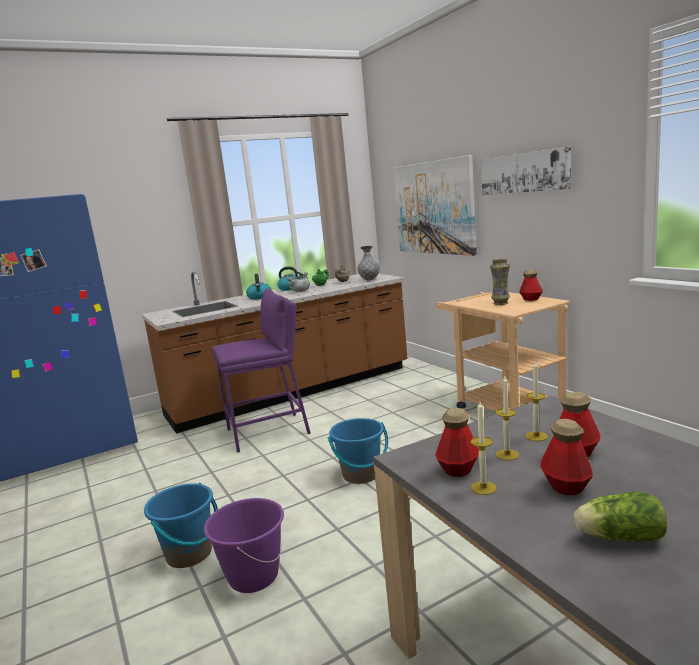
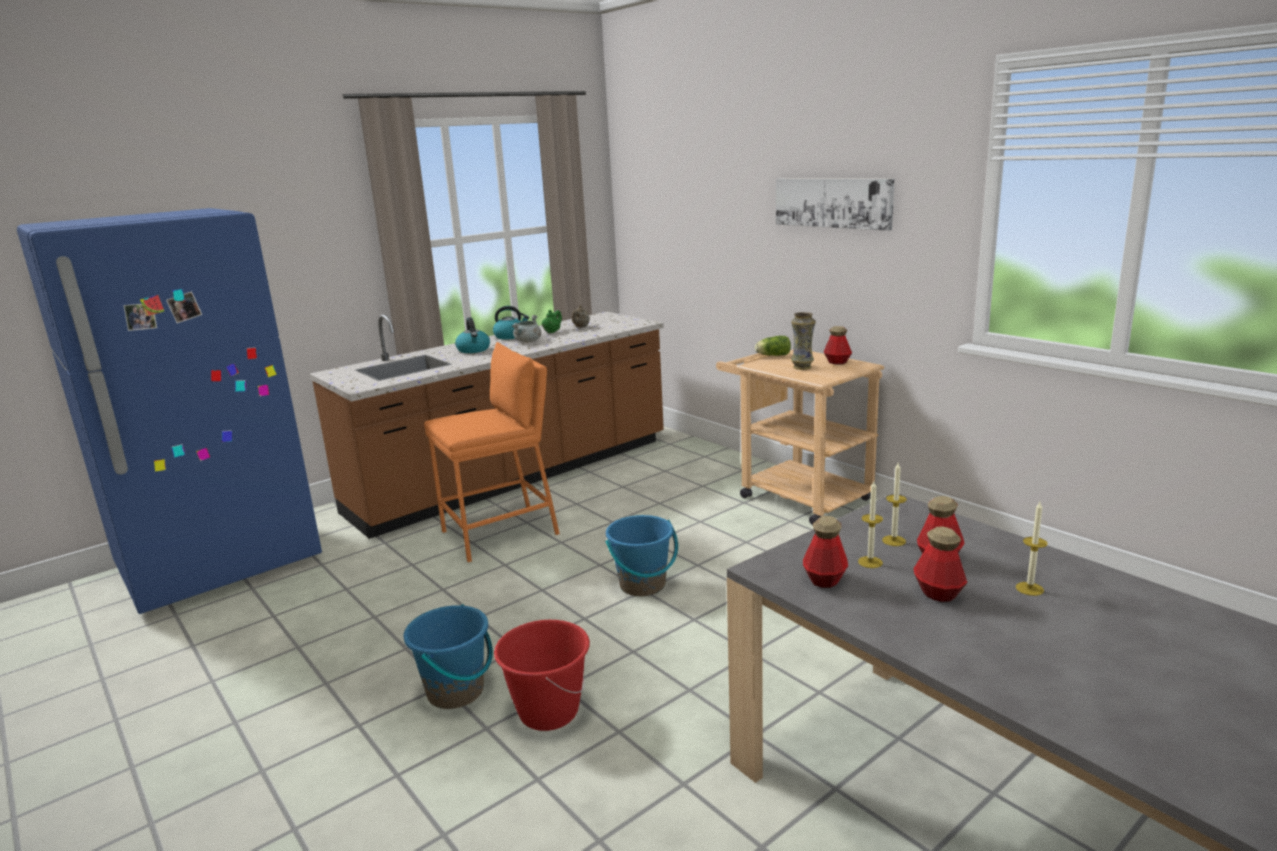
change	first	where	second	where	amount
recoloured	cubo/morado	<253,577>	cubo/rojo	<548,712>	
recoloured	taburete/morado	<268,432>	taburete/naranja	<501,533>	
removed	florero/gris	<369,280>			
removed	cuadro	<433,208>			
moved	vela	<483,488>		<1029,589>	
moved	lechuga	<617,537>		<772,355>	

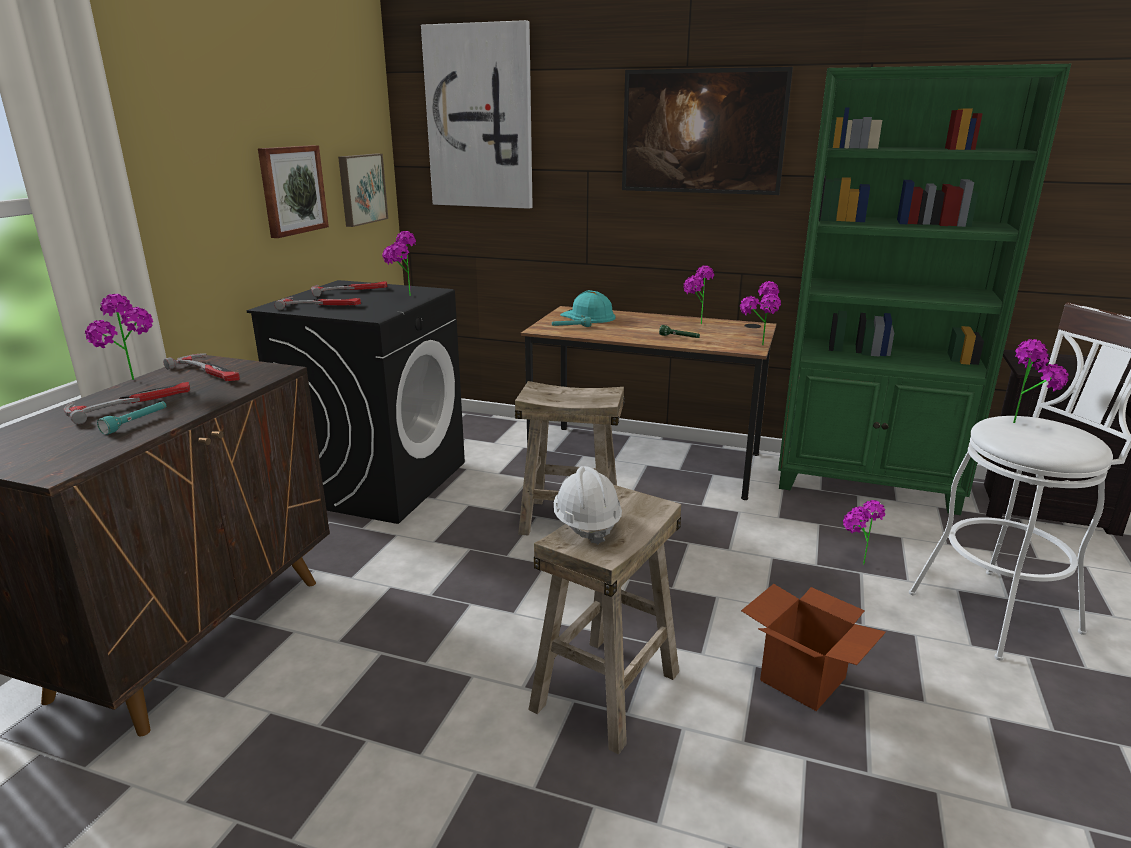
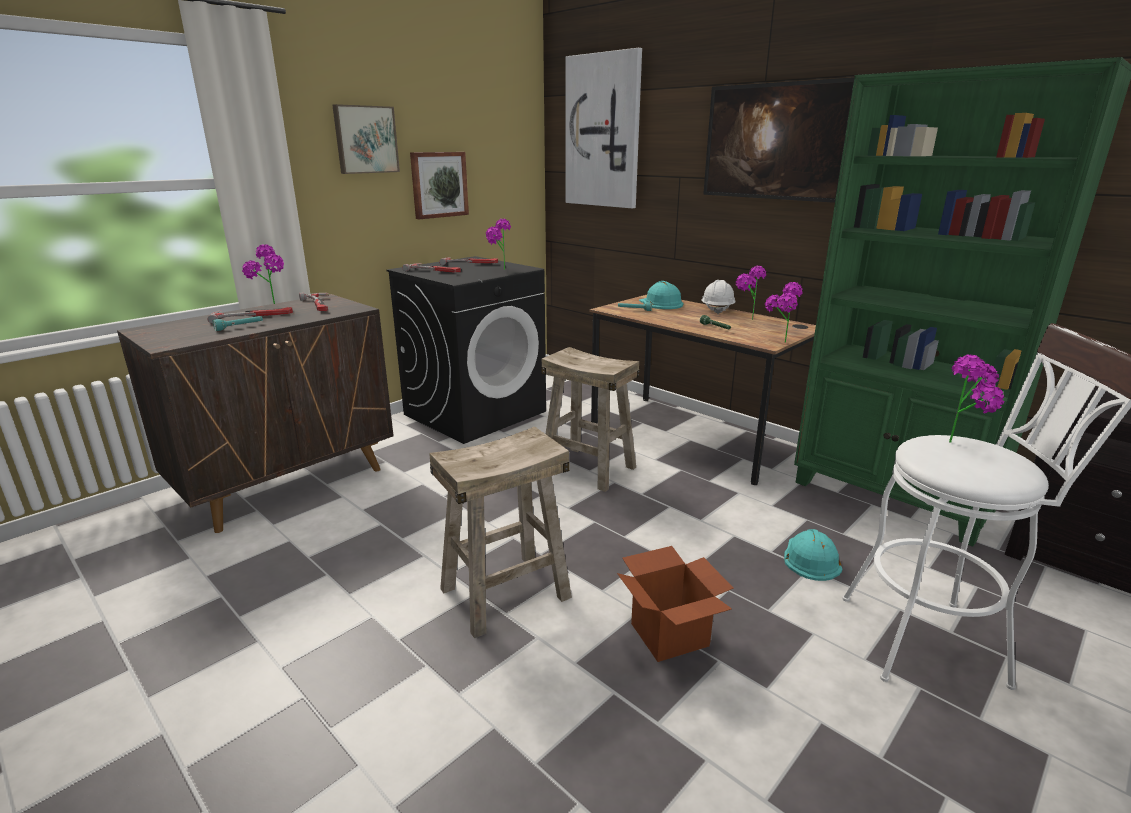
change	first	where	second	where	amount
moved	cuadro	<361,189>		<365,139>	
moved	casco/blanco	<586,524>		<717,309>	
replaced	planta en maceta	<853,562>	casco/turquesa	<810,558>	

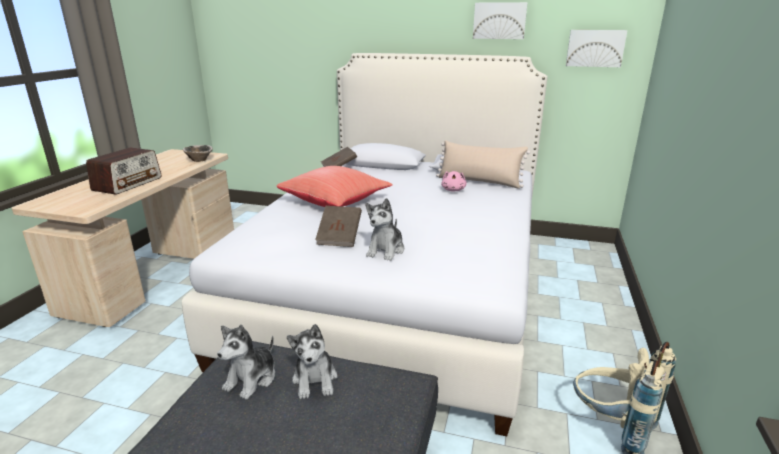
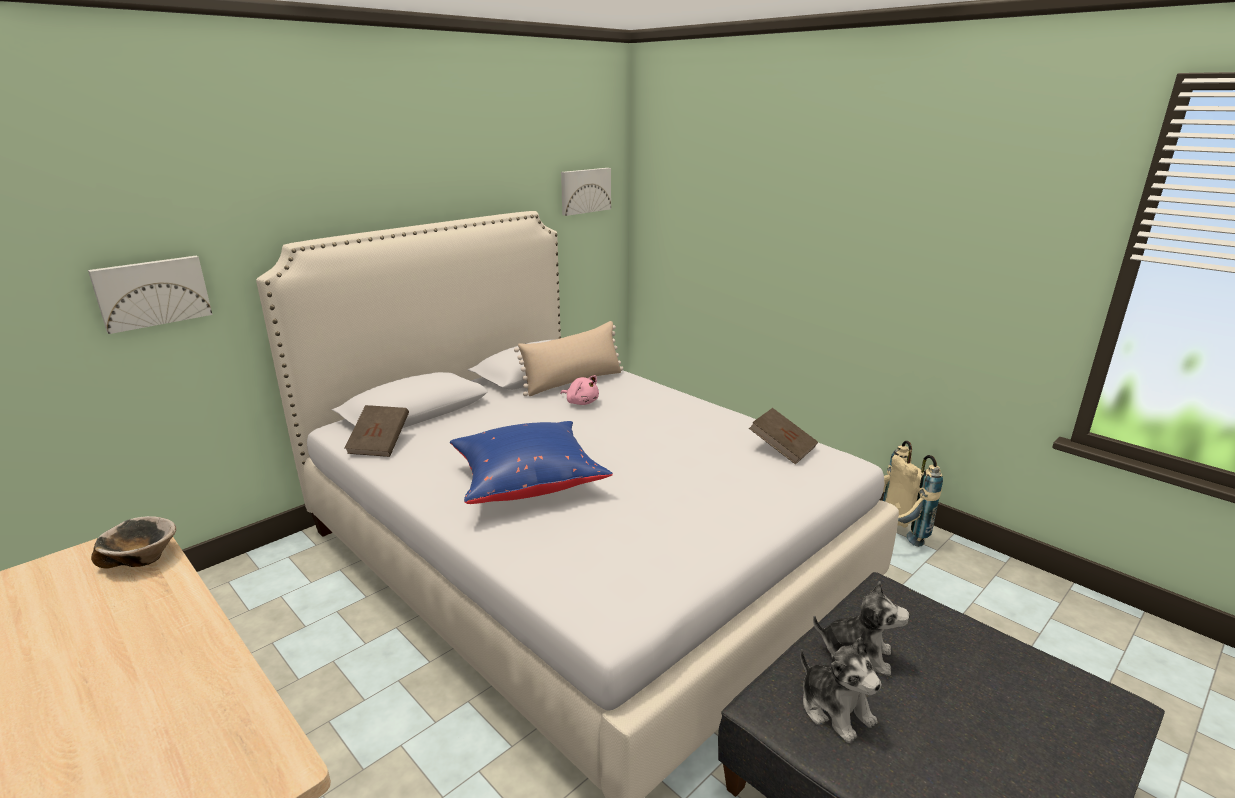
change	first	where	second	where	amount
removed	radio	<128,184>			
recoloured	cojín/rojo	<336,202>	cojín/azul	<527,482>	
moved	libro/marrón	<339,237>		<782,449>	
removed	peluche	<386,250>			
moved	cuadro	<499,20>		<152,292>	

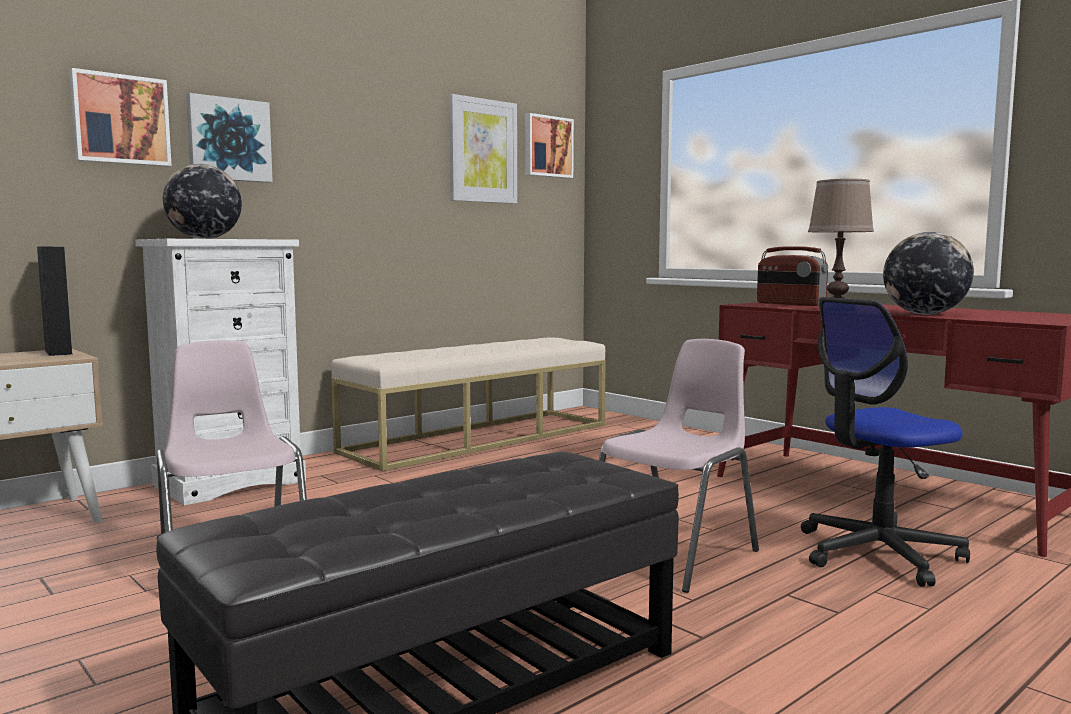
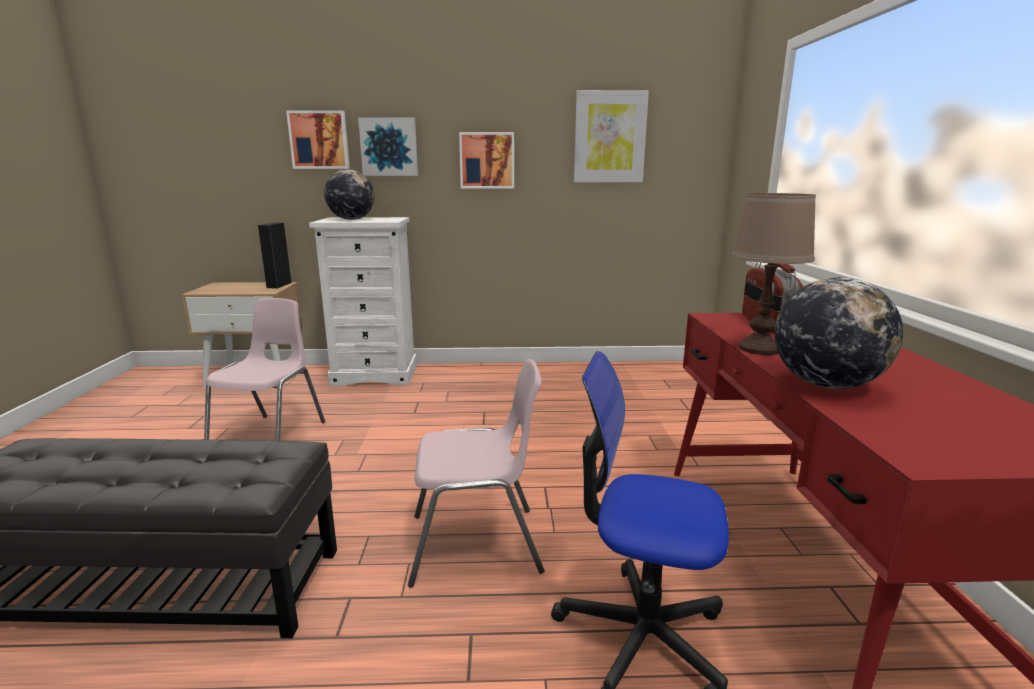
change	first	where	second	where	amount
removed	banco/beis	<479,438>			
moved	cuadro	<547,147>		<487,160>	

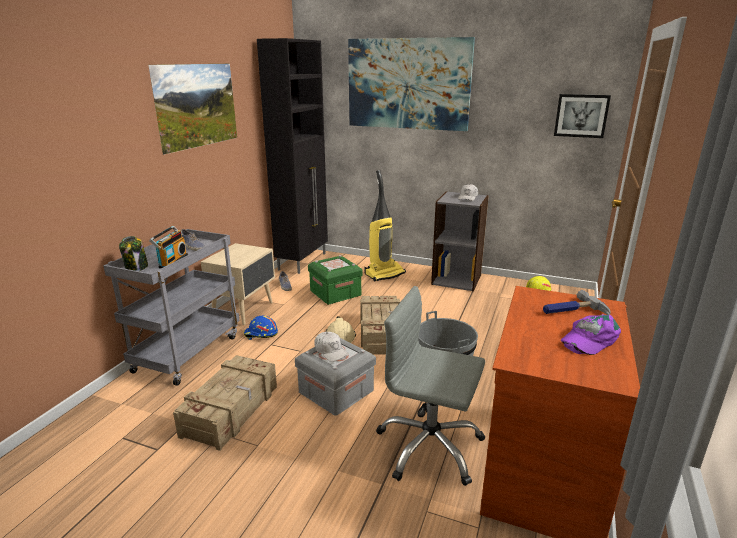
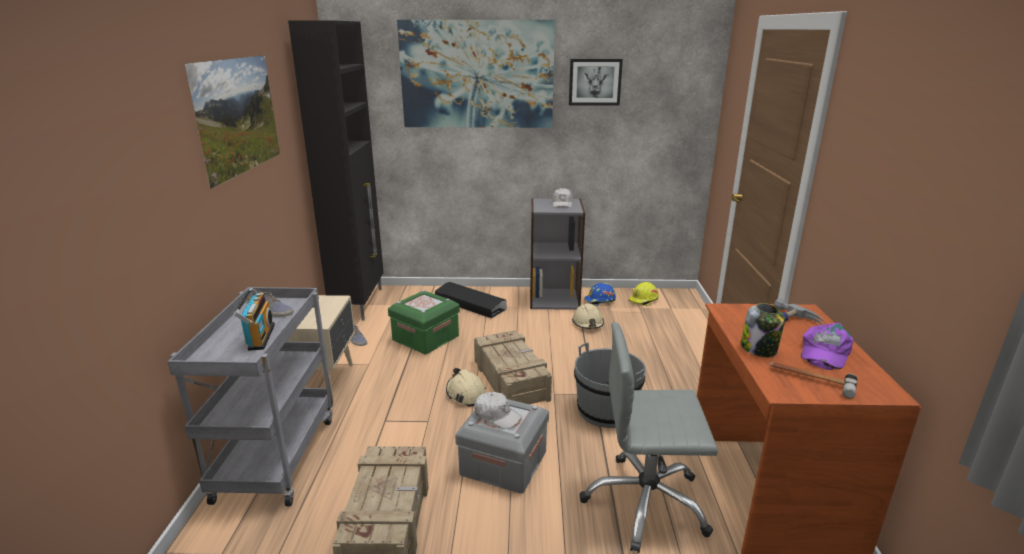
change	first	where	second	where	amount
moved	tarro	<136,268>		<759,349>	
moved	casco/azul	<260,334>		<599,301>	
replaced	aspiradora	<384,274>	caja de almacenaje/negro	<470,304>	
moved	cuadro	<581,115>		<595,82>	
added			casco/beis	<588,323>	
added			martillo	<810,379>	

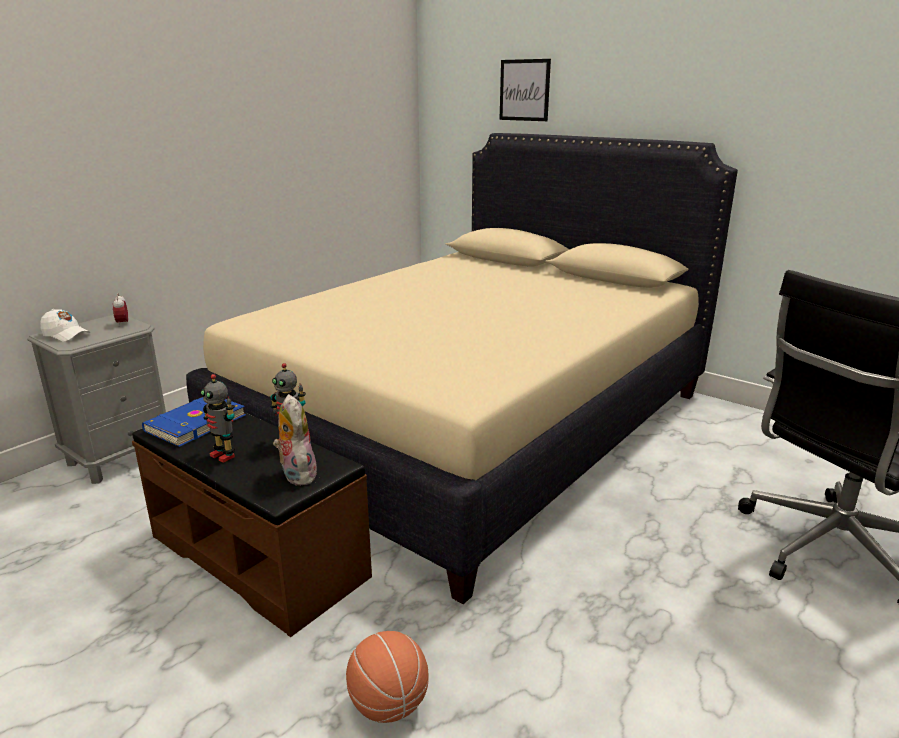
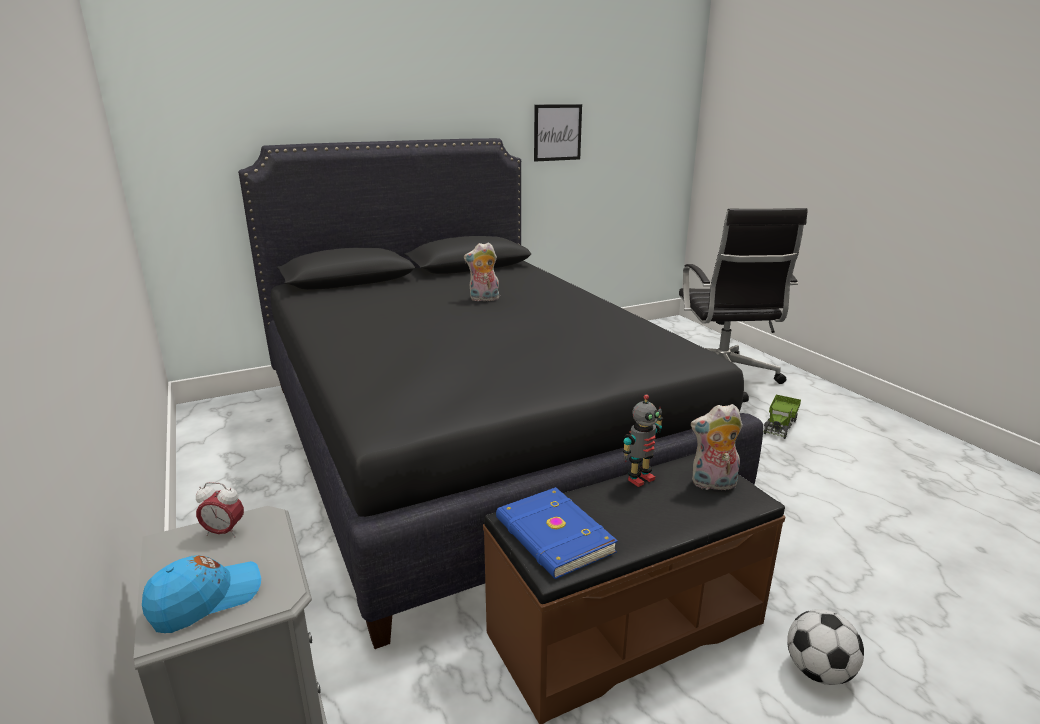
change	first	where	second	where	amount
recoloured	gorra/blanco	<66,335>	gorra/azul	<206,600>	
recoloured	cama/beis	<473,424>	cama/negro	<468,441>	
removed	robot de juguete	<224,455>			
removed	balón de baloncesto	<389,705>			
moved	cuadro	<524,90>		<557,132>	
added			peluche	<483,299>	
added			camión de juguete	<780,424>	
added			balón de fútbol	<818,671>	

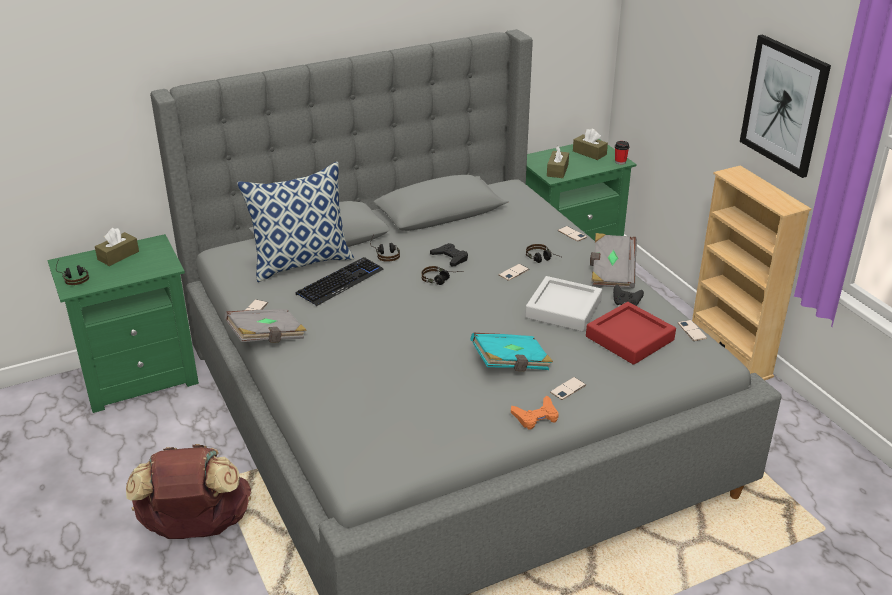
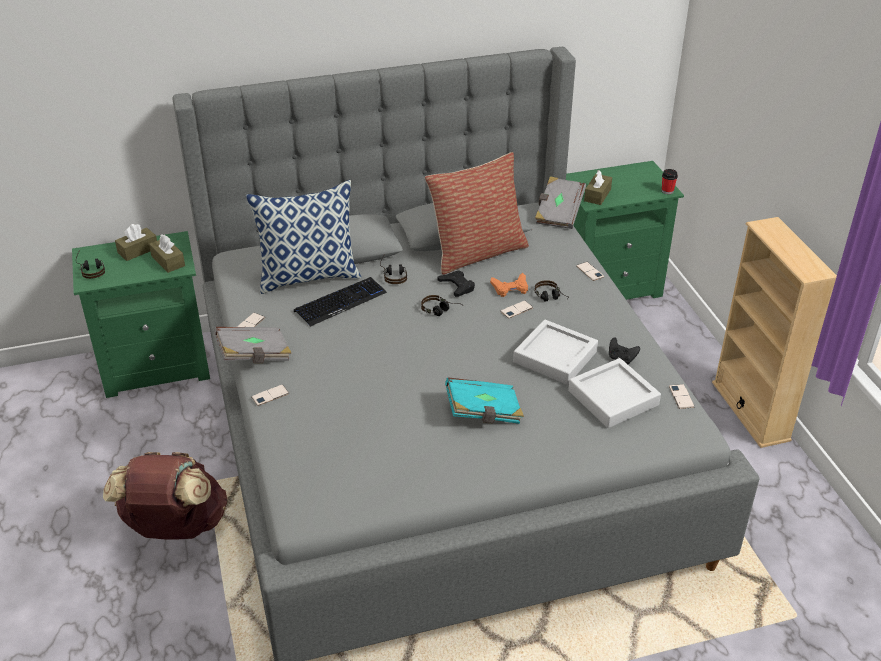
change	first	where	second	where	amount
moved	mando de consola/naranja	<536,417>		<510,288>	
moved	móvil	<568,389>		<270,395>	
moved	caja de pañuelos/marrón	<589,153>		<168,261>	
recoloured	bandeja/rojo	<629,338>	bandeja/gris	<613,398>	
moved	libro/gris	<611,272>		<558,213>	
removed	cuadro	<784,105>			
added			cojín	<477,252>	

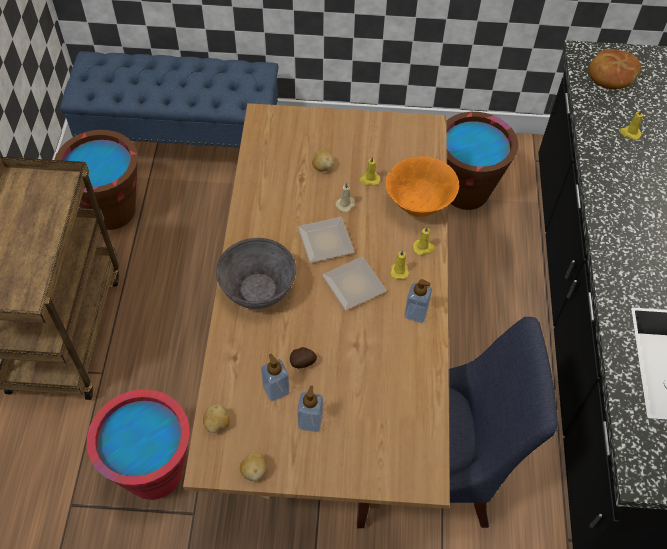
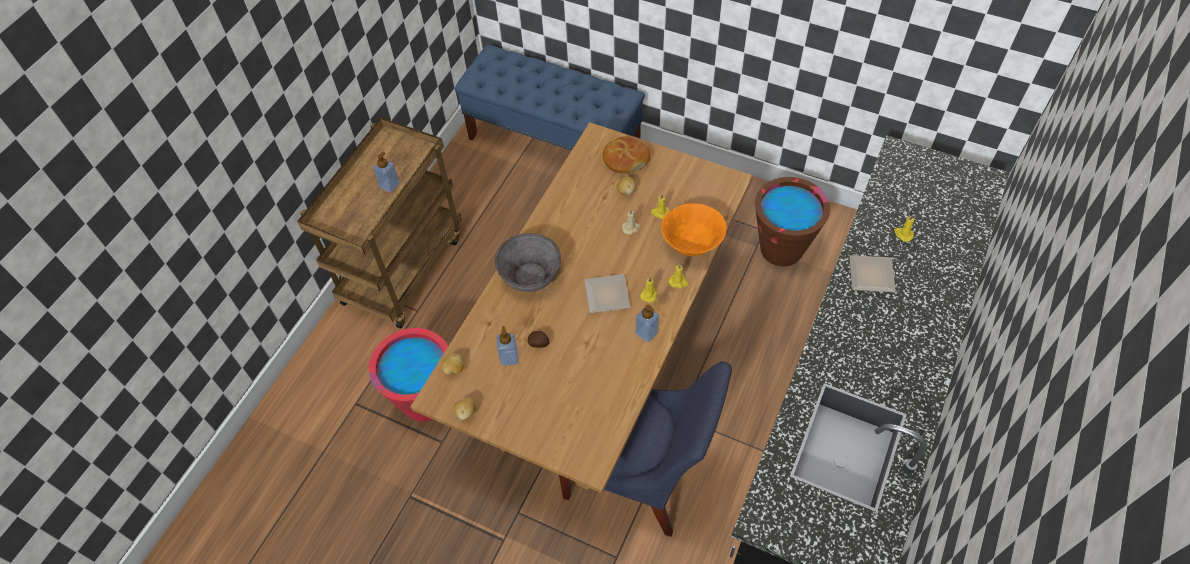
change	first	where	second	where	amount
removed	cubo/marrón	<112,211>			
moved	dispensador de jabón	<310,421>		<389,185>	
moved	plato	<324,243>		<869,277>	
moved	pan	<611,75>		<625,160>	

